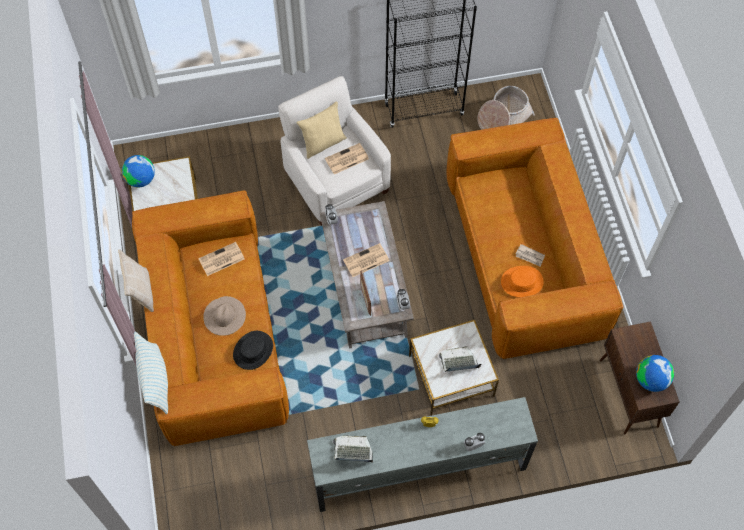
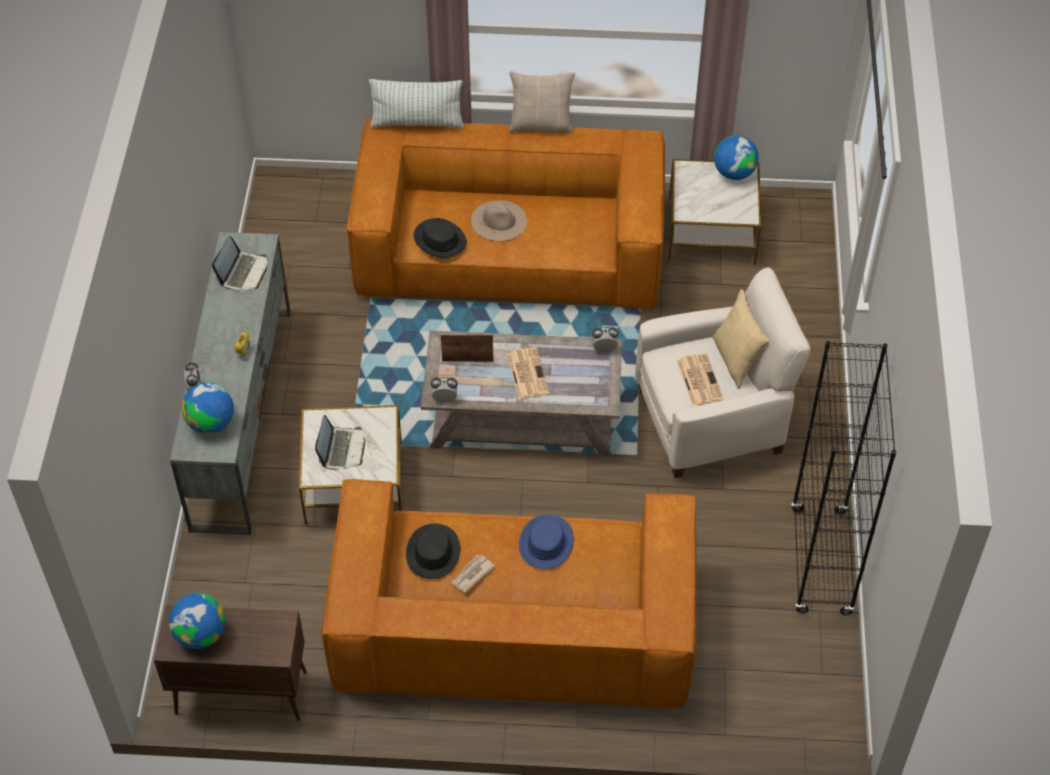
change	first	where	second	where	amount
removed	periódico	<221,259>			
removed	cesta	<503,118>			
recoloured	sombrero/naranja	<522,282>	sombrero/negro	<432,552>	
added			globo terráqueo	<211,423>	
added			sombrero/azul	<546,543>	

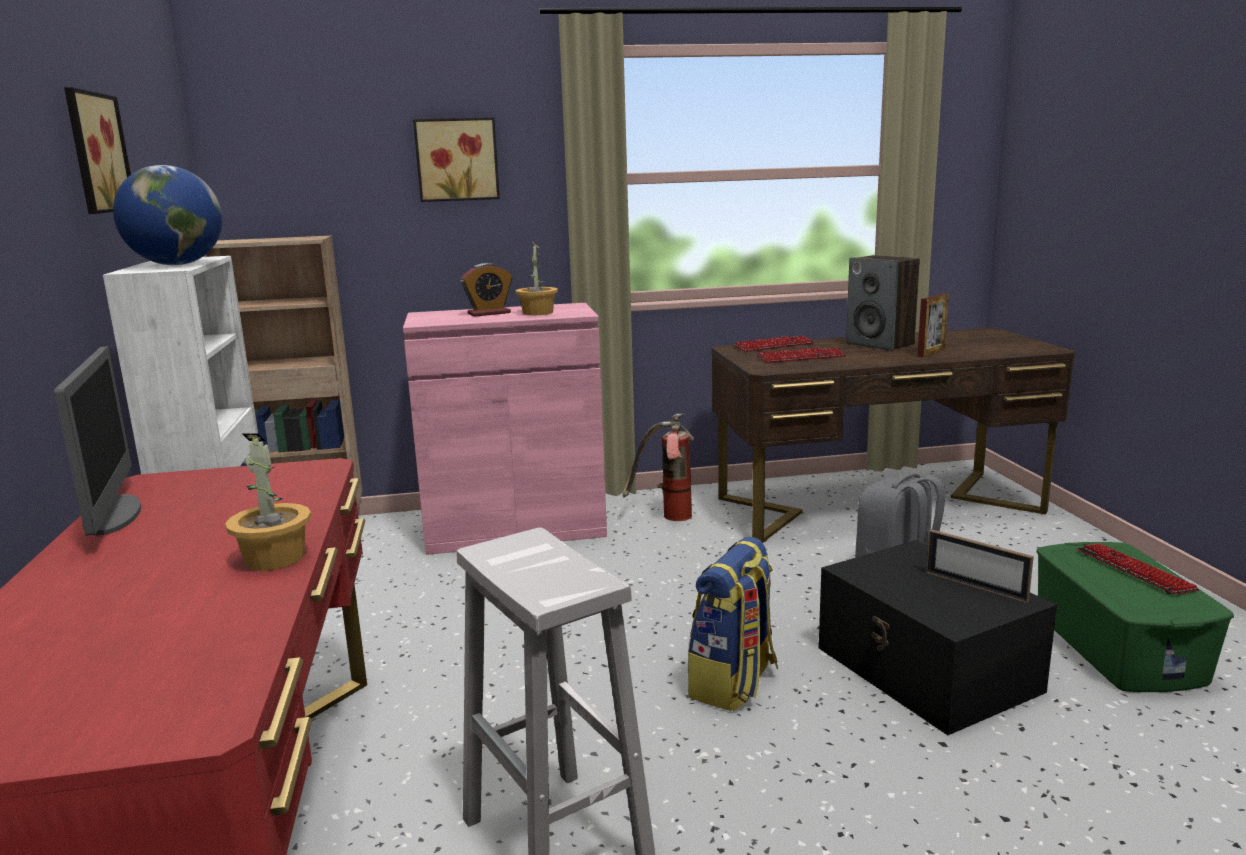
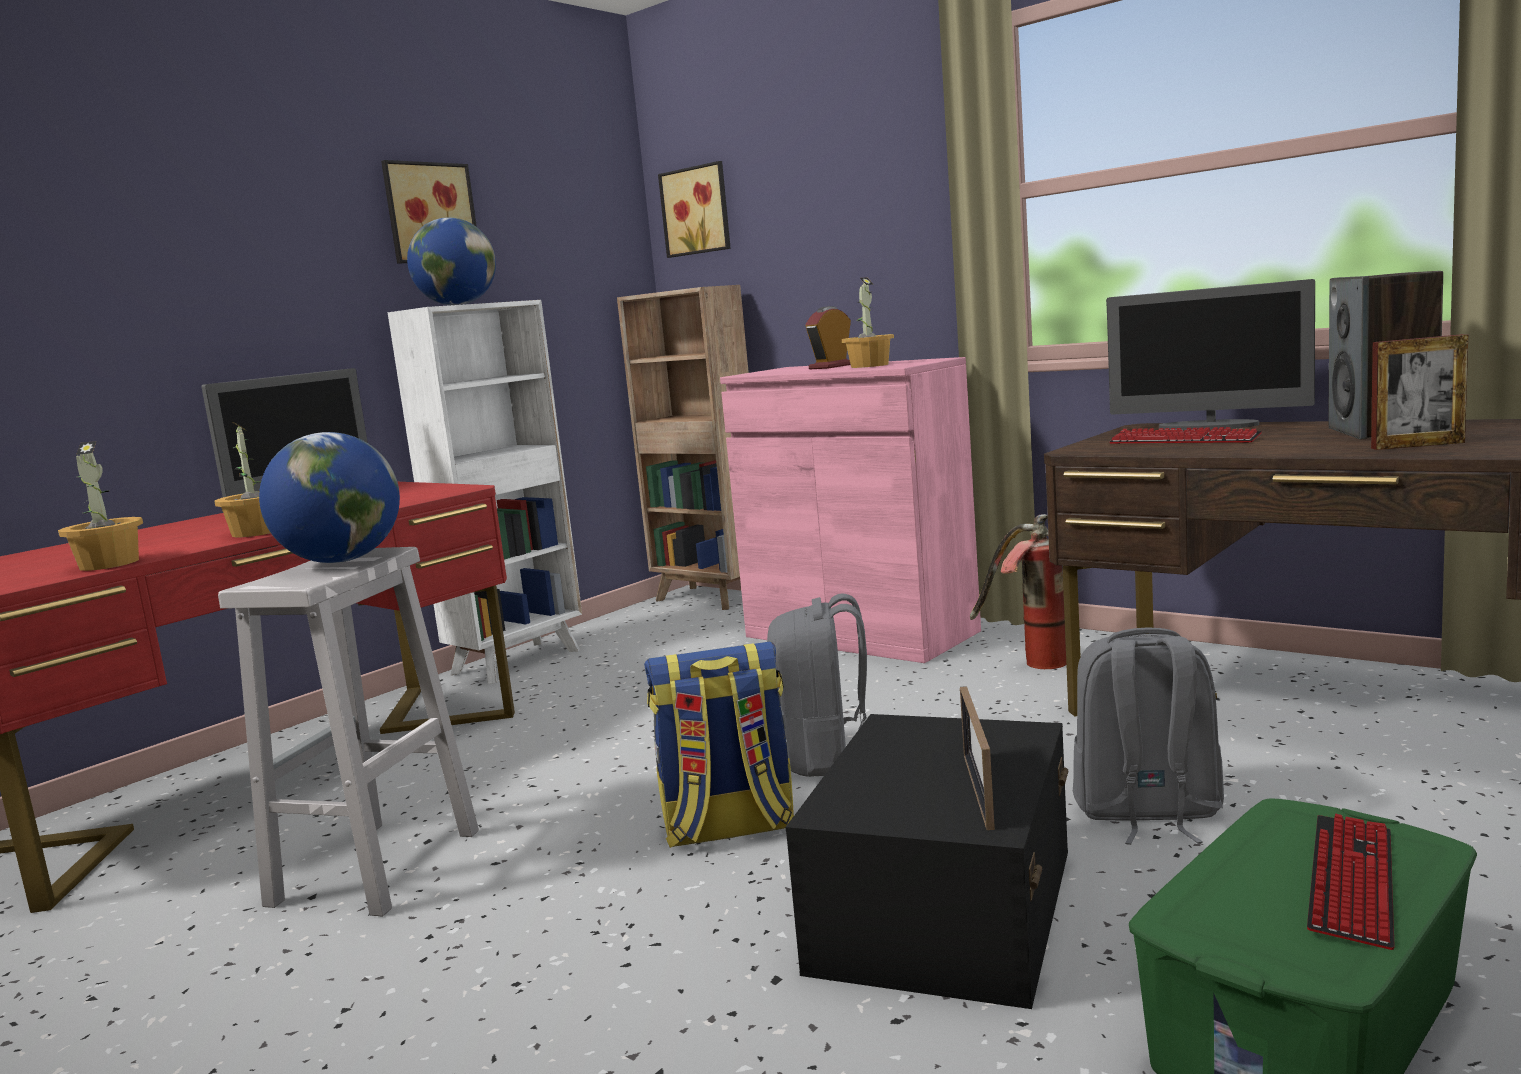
change	first	where	second	where	amount
moved	cuadro	<457,159>		<698,210>	
turned	despertador	<489,313>		<832,366>	105 degrees clockwise
replaced	teclado	<774,346>	monitor	<1209,426>	
added			planta en maceta	<109,564>	
added			globo terráqueo	<341,561>	
added			mochila/gris	<827,758>	

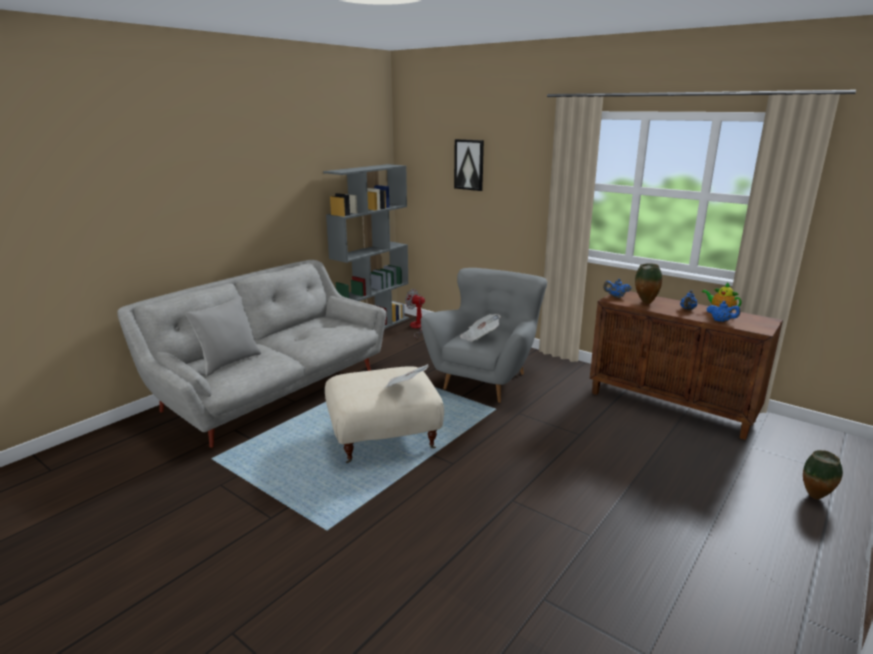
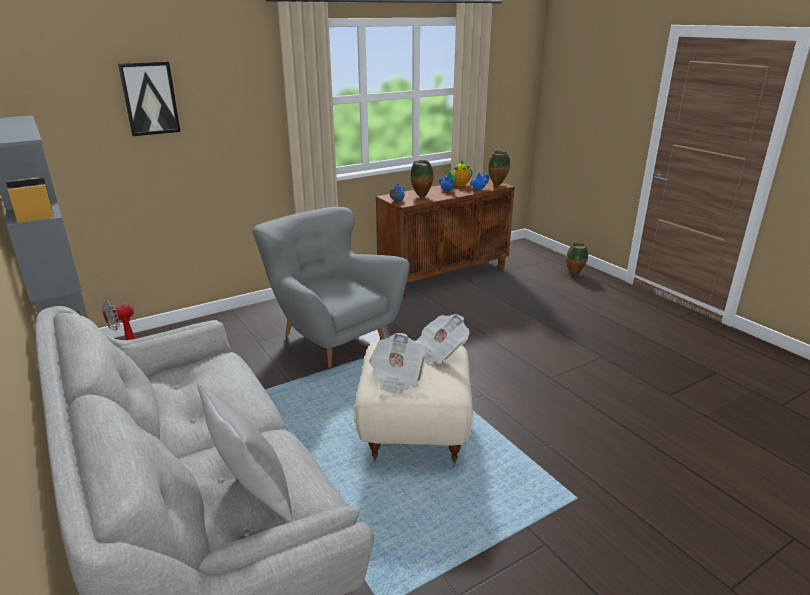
change	first	where	second	where	amount
moved	periódico	<479,337>		<397,377>	
added			florero	<498,185>	

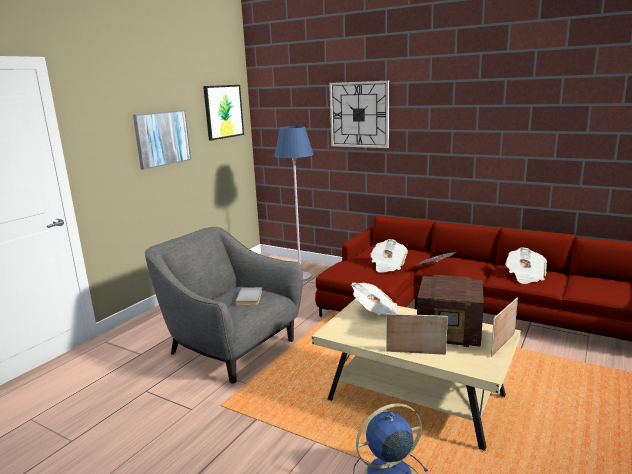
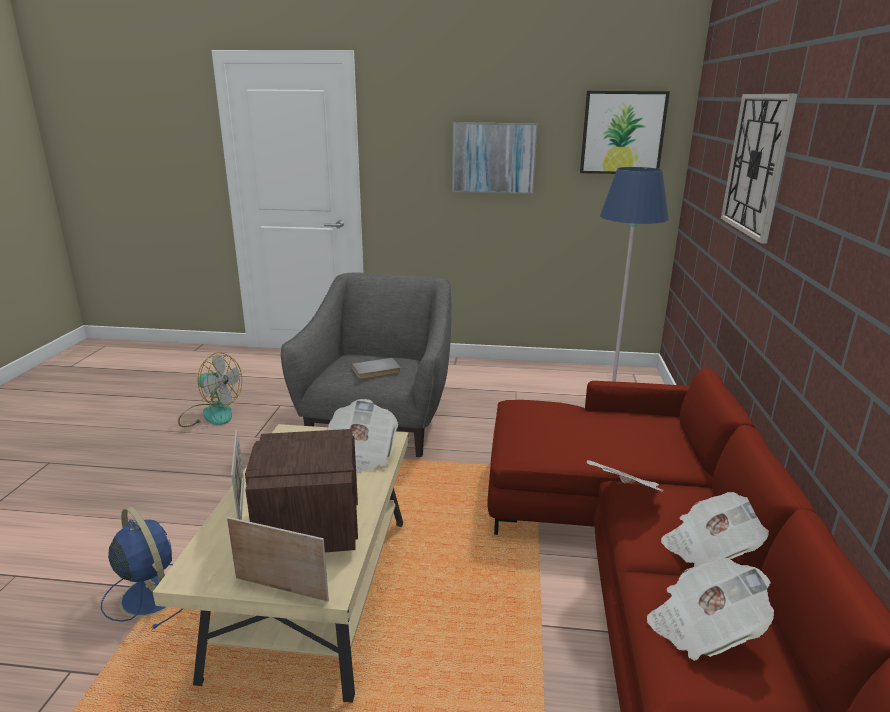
change	first	where	second	where	amount
moved	periódico	<388,266>		<709,549>	
added			ventilador	<210,414>	

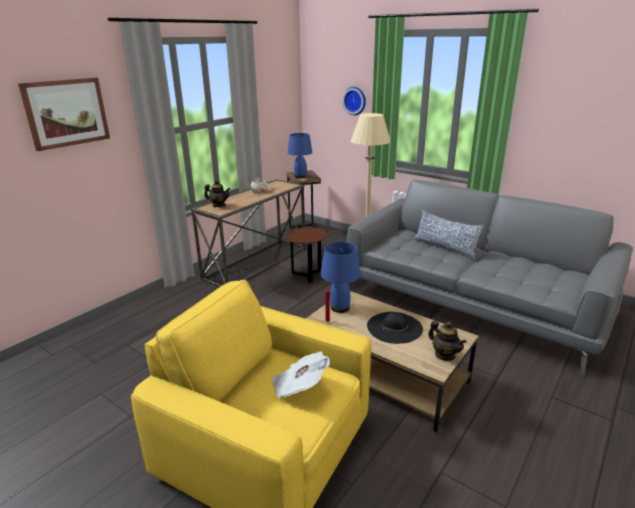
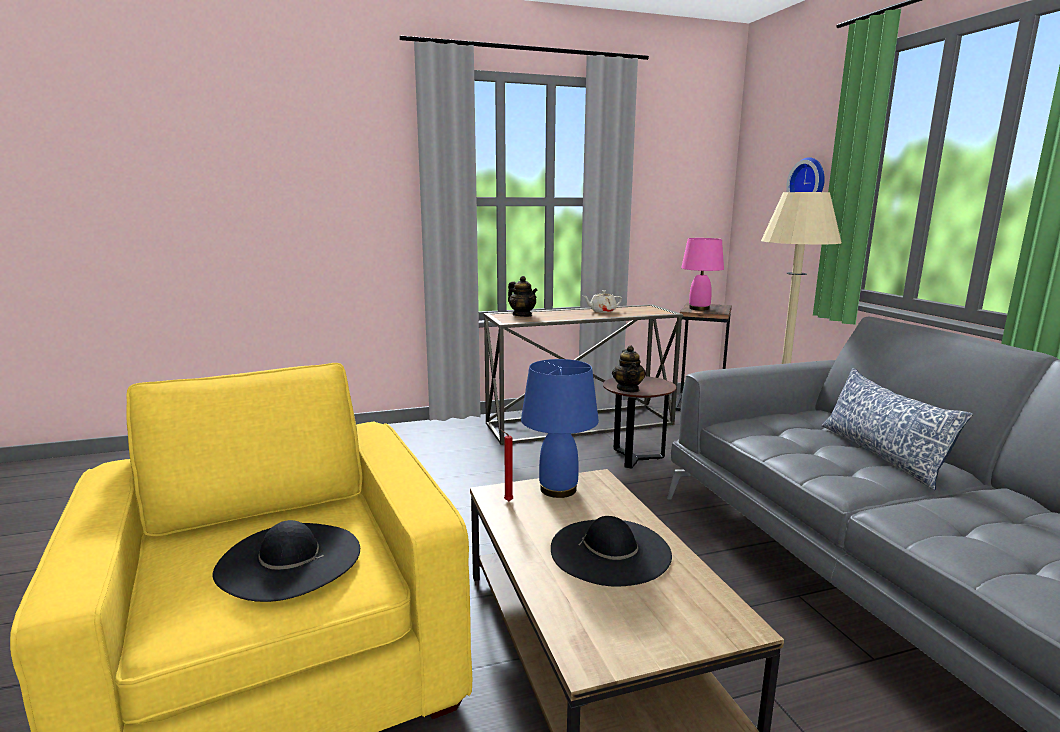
change	first	where	second	where	amount
removed	cuadro	<66,113>			
replaced	periódico	<299,387>	sombrero/negro	<289,559>	
recoloured	lámpara de mesa/azul	<300,176>	lámpara de mesa/rosa	<698,308>	
moved	tetera	<444,355>		<628,389>	

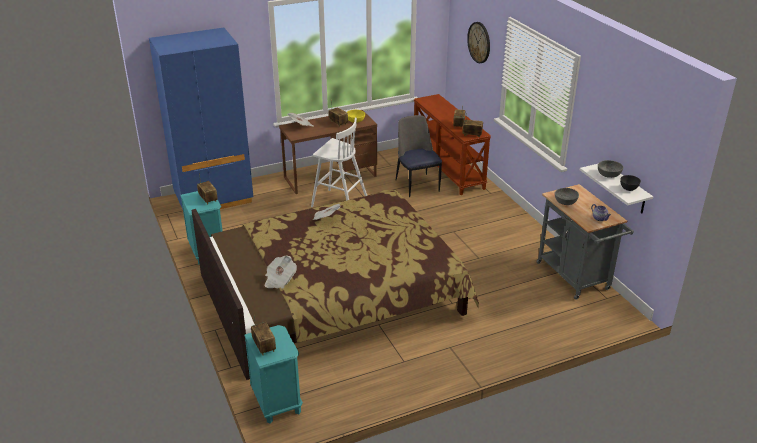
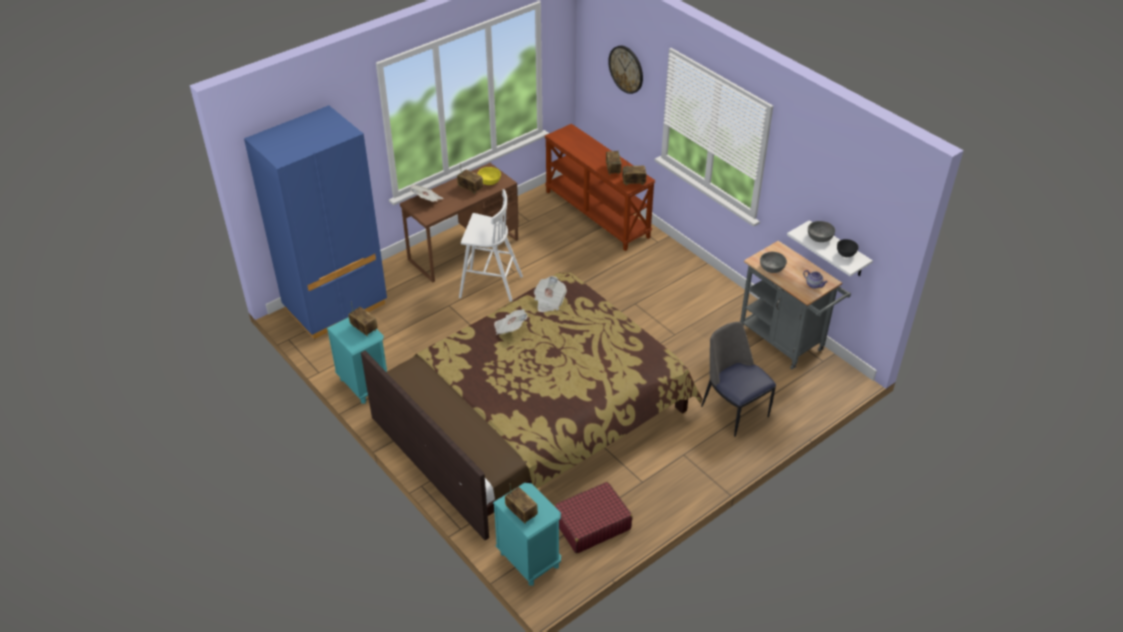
change	first	where	second	where	amount
moved	periódico	<279,280>		<549,302>	
moved	silla	<417,185>		<733,410>	
added			maleta/rojo	<591,524>	

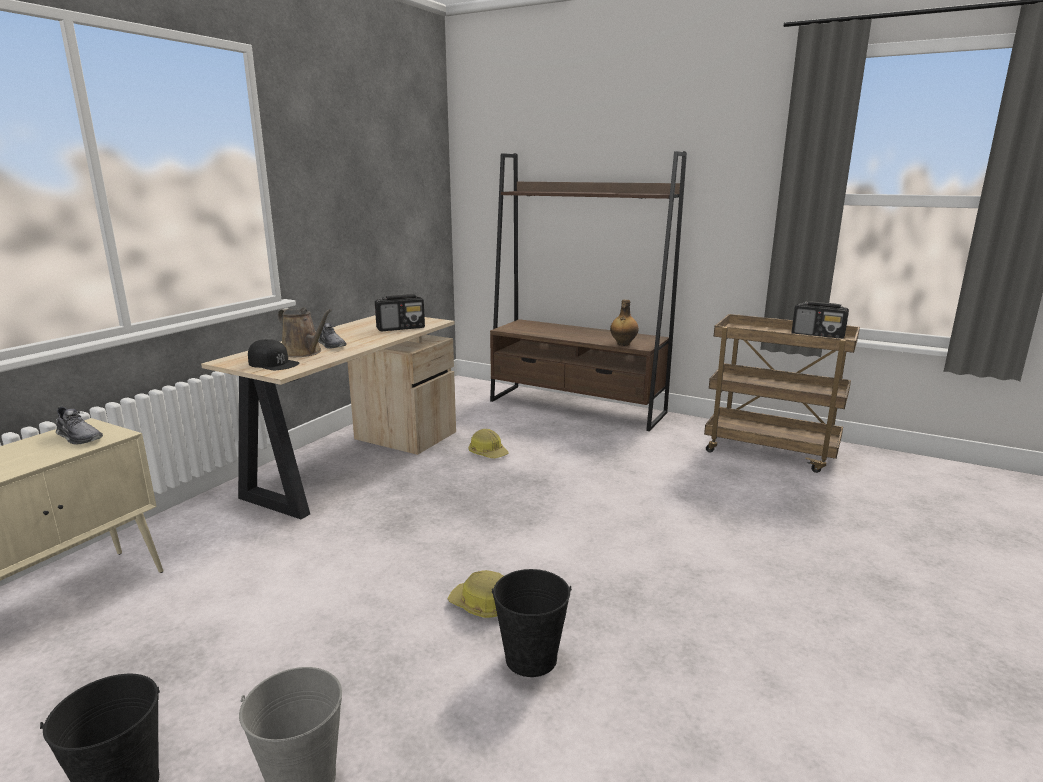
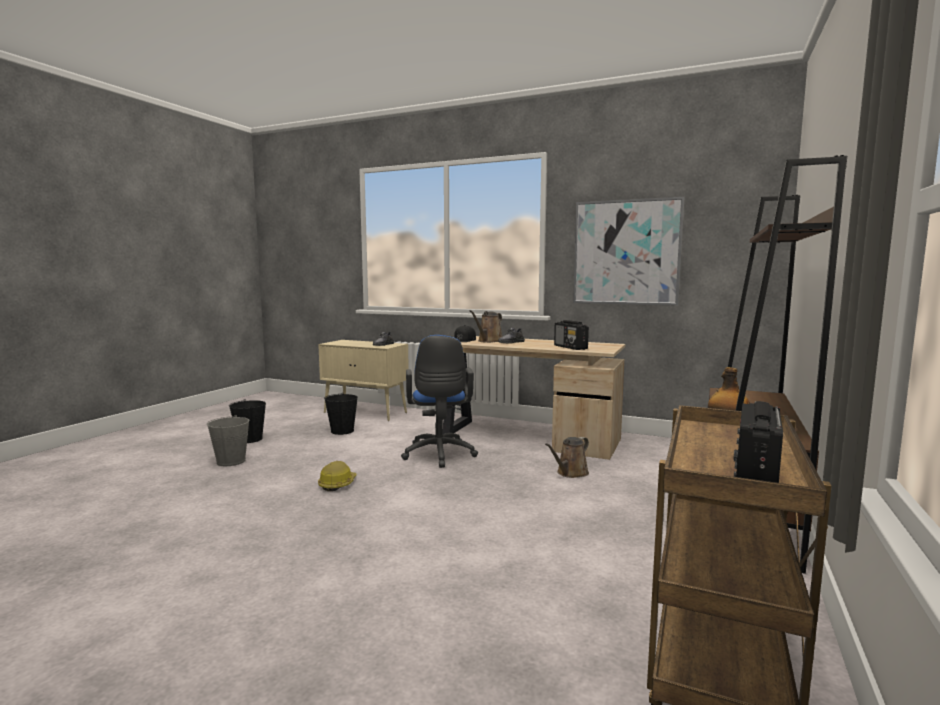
change	first	where	second	where	amount
replaced	casco	<488,453>	regadera/marrón	<570,473>	
moved	cubo/negro	<531,658>		<342,431>	
added			silla de oficina/azul	<439,455>	
added			cuadro	<626,252>	

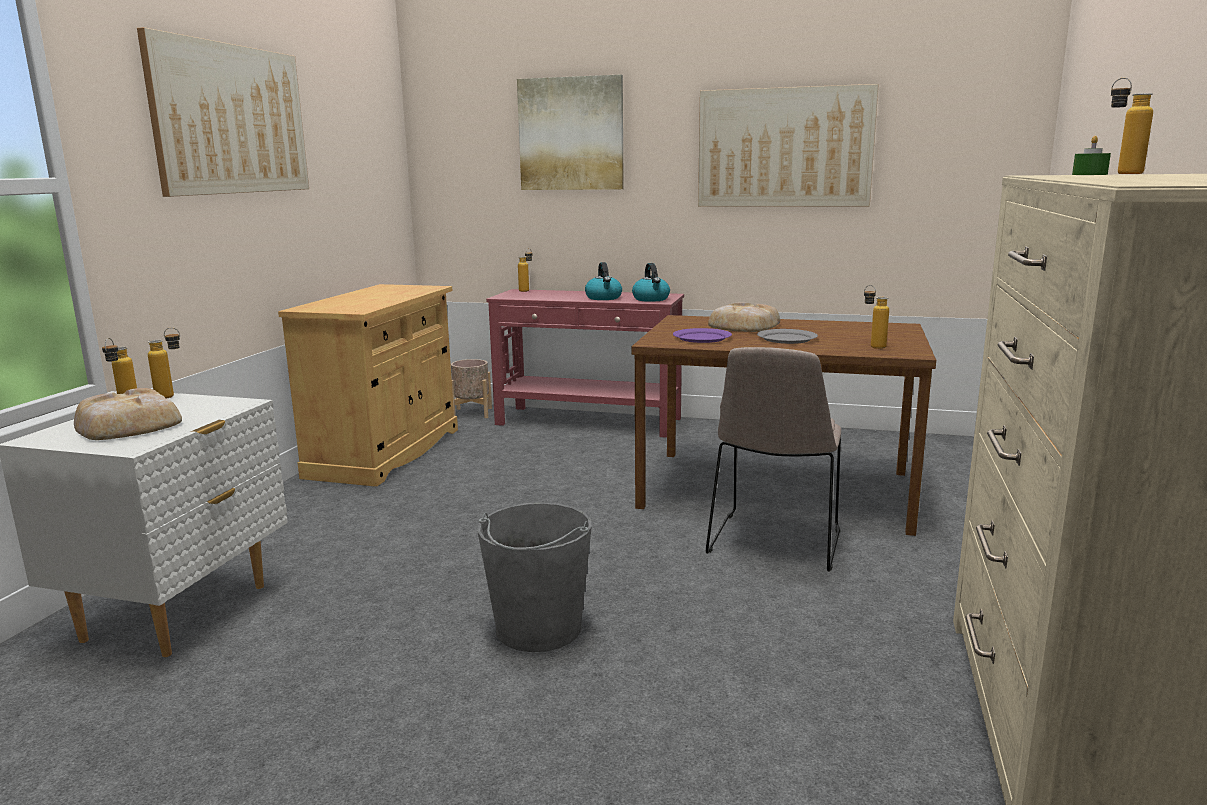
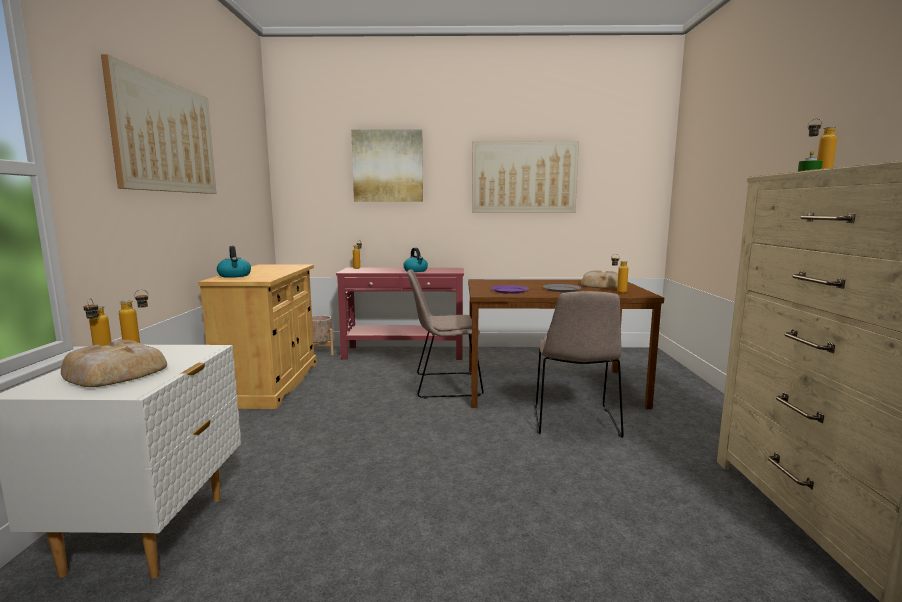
change	first	where	second	where	amount
removed	cubo/gris	<538,628>			
moved	hervidor	<651,299>		<235,276>	
moved	pan	<743,326>		<601,285>	
added			silla/beis	<444,385>	

